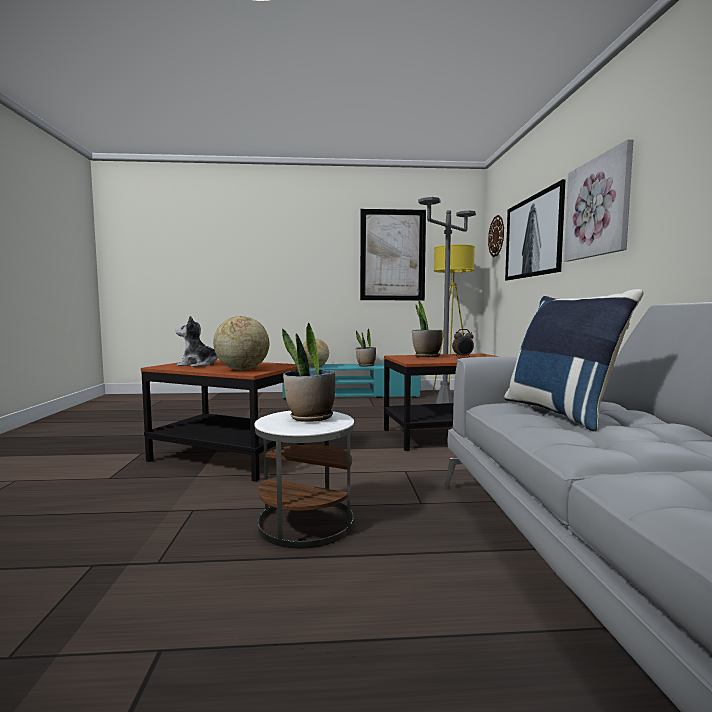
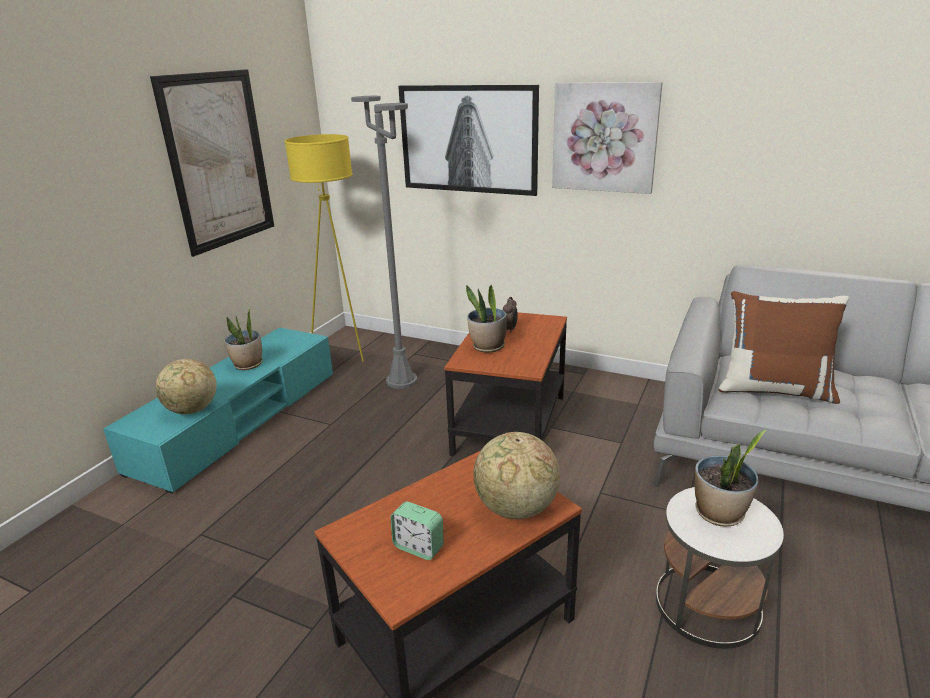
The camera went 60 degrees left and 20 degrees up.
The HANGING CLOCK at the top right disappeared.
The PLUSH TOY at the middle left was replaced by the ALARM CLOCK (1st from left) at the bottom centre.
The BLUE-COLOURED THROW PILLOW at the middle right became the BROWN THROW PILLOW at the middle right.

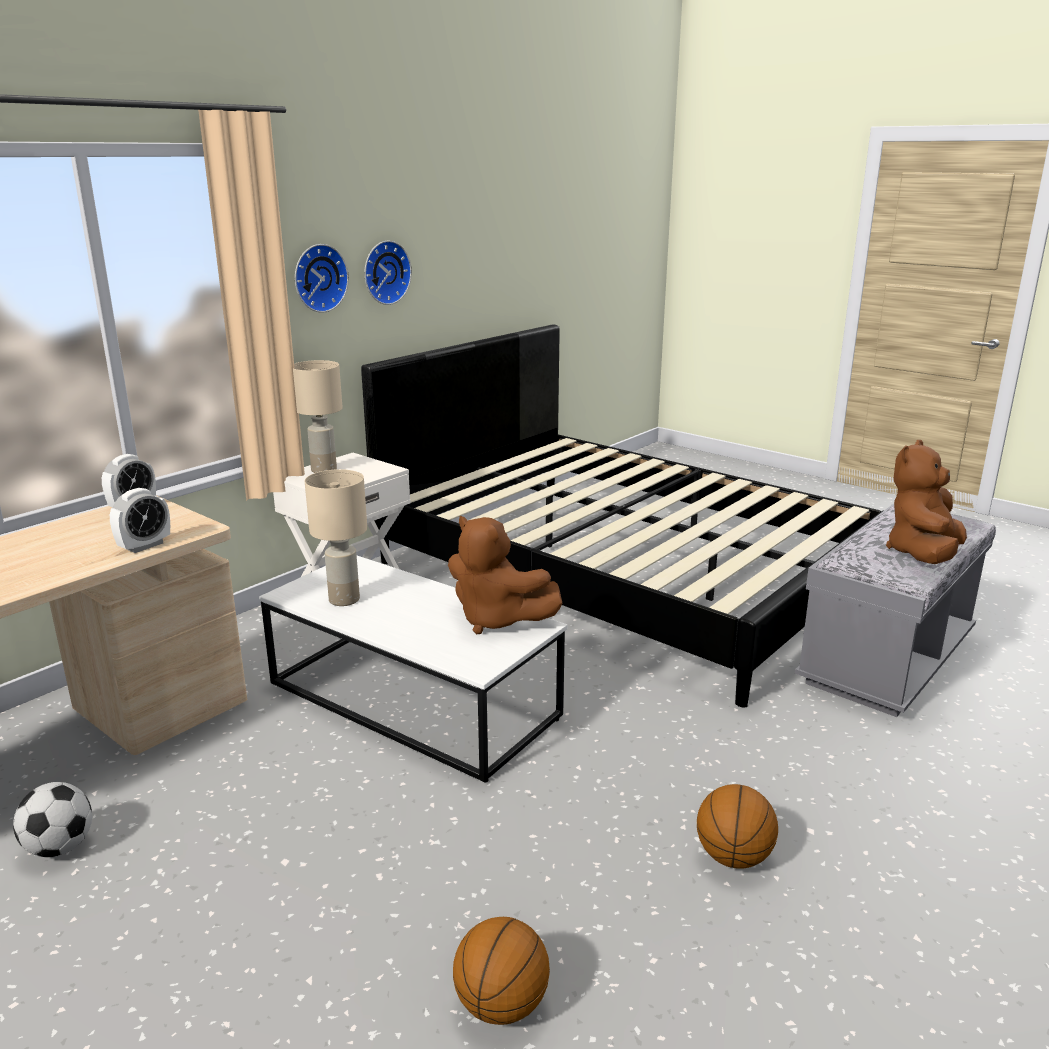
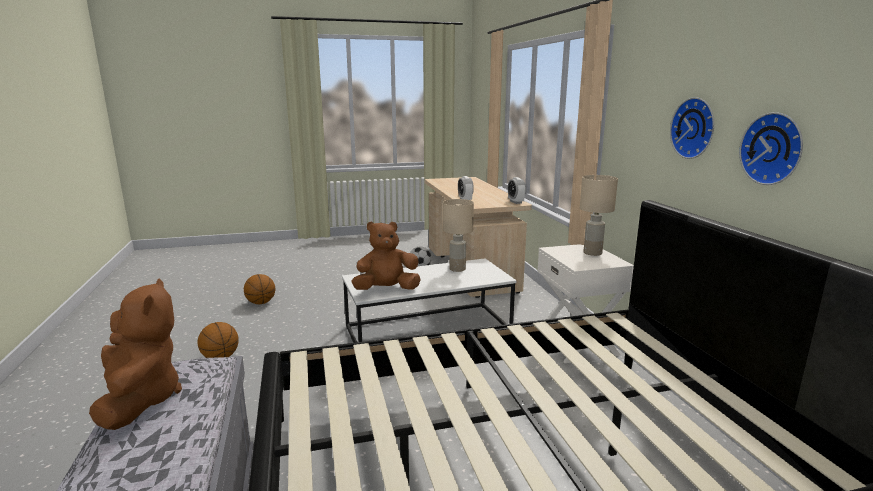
The camera went 125 degrees right and 5 degrees down.
The HANGING CLOCK (1st from left in the first image) moved from the top left to the top right.

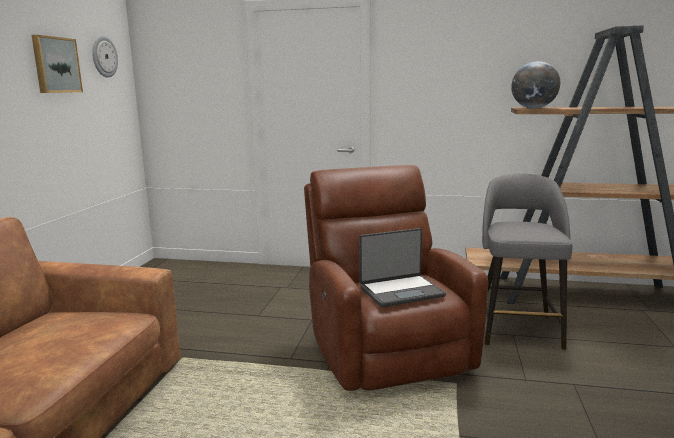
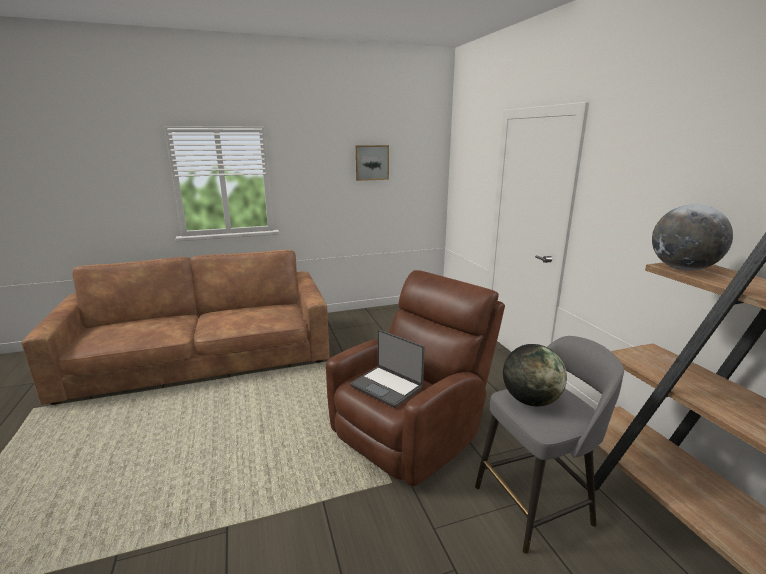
The camera went 60 degrees right and 5 degrees up.
The HANGING CLOCK at the top left disappeared.
The DESK GLOBE (1st from left) at the middle right appeared.

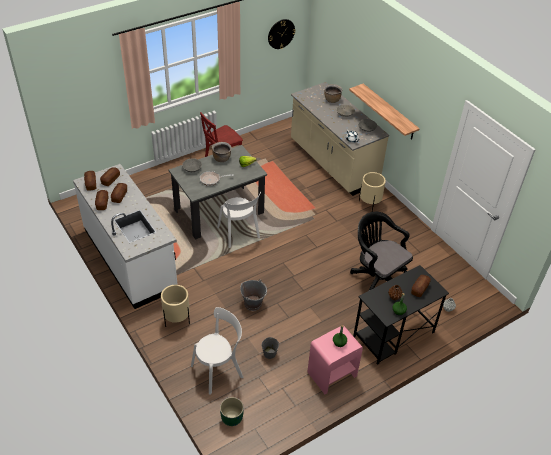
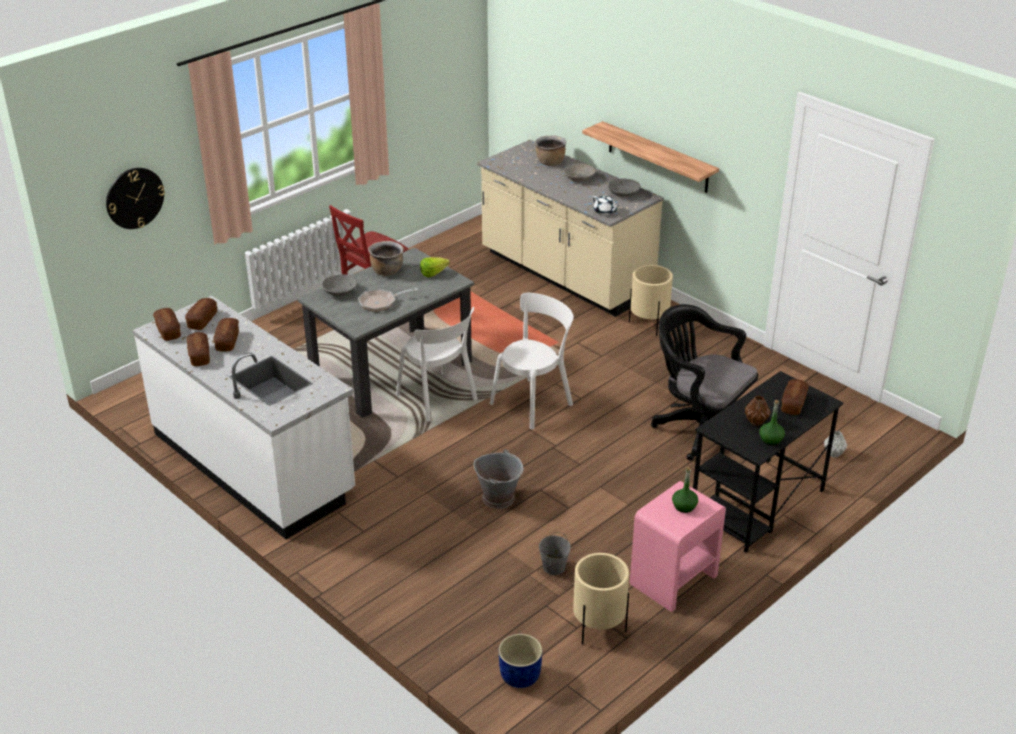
The camera went 10 degrees left and 10 degrees down.
The BEIGE-COLOURED PLANTER (1st from left) moved from the bottom left to the bottom centre.
The WHITE-COLOURED UPRIGHT CHAIR (1st from left in the first image) moved from the bottom centre to the centre.
The HANGING CLOCK moved from the top centre to the top left.
The GREEN-COLOURED PLANTER at the bottom centre became the BLUE-COLOURED PLANTER at the bottom centre.

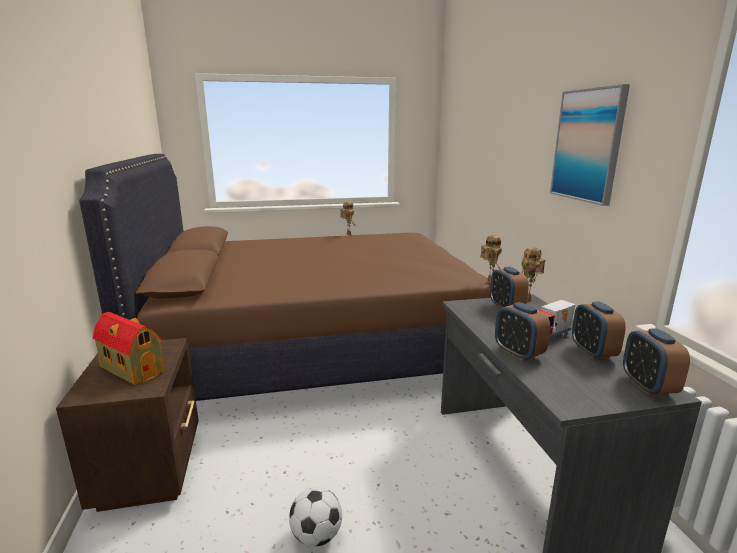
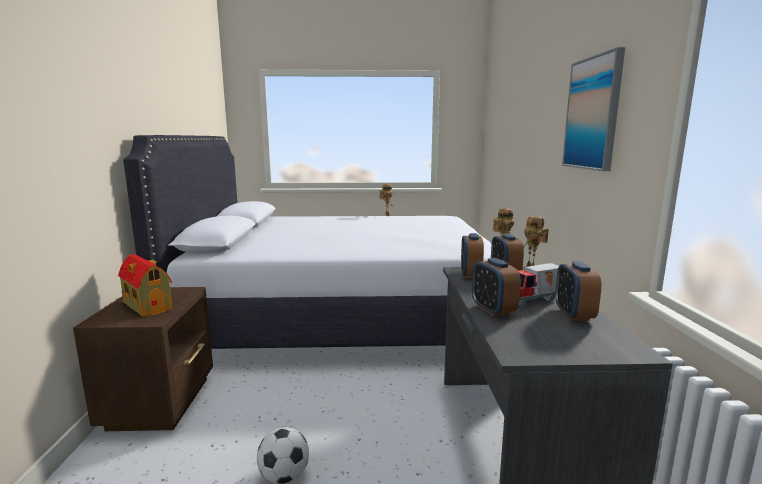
The camera went 10 degrees right and 5 degrees down.
The ALARM CLOCK (4th from left in the first image) moved from the middle right to the centre.
The BROWN BEDROOM BED at the centre became the WHITE-COLOURED BEDROOM BED at the centre.

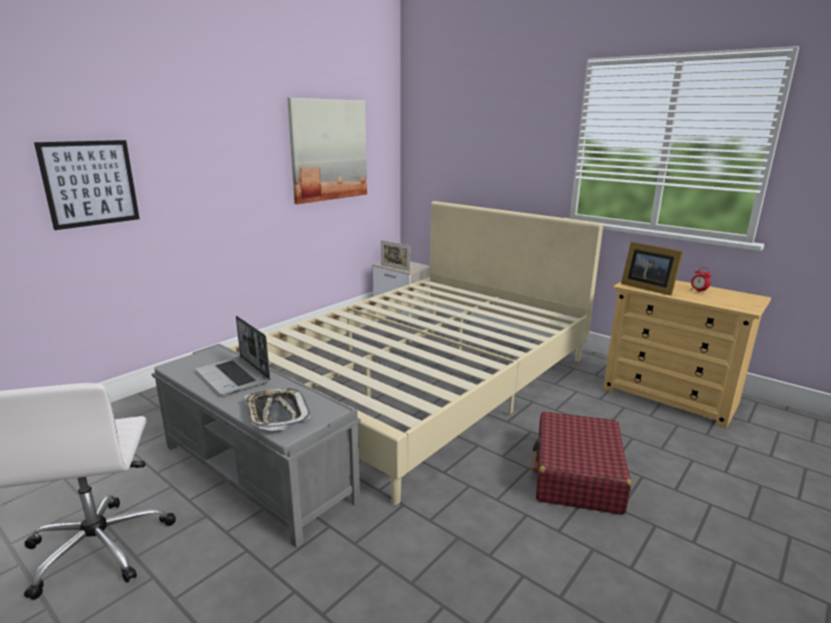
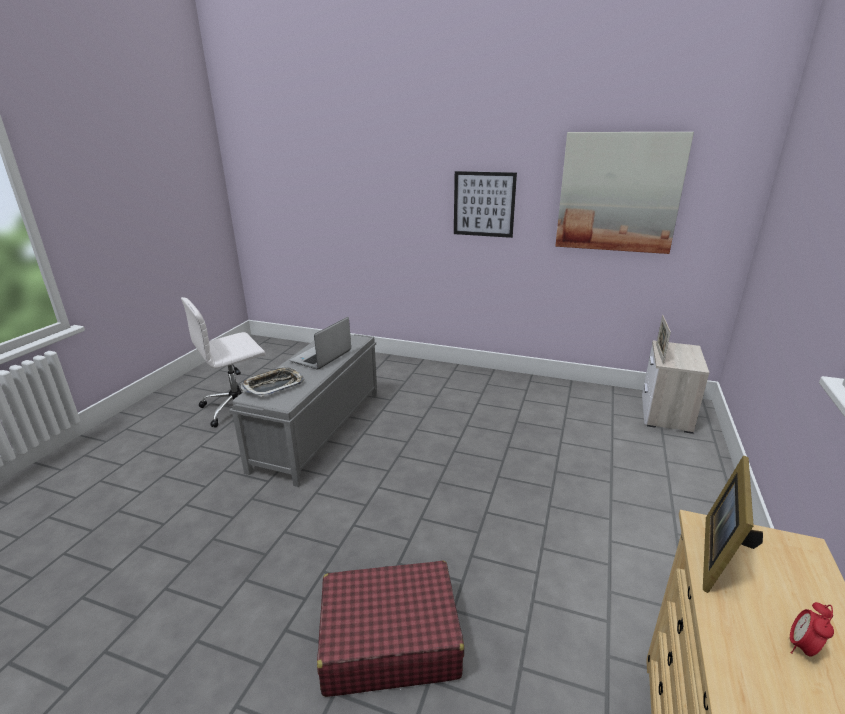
The camera went 70 degrees right and 5 degrees up.
The BEIGE-COLOURED BEDROOM BED at the centre disappeared.
The PICTURE (1st from left) moved from the top left to the top centre.

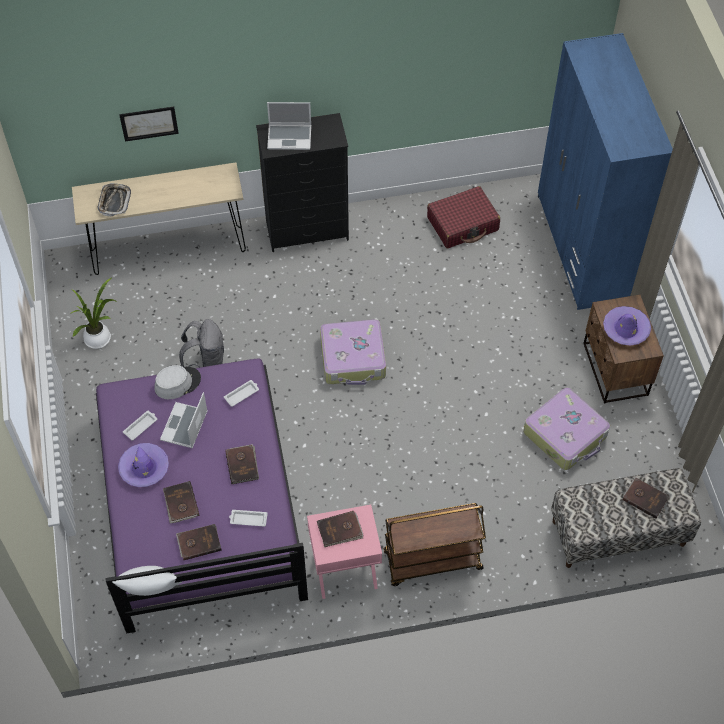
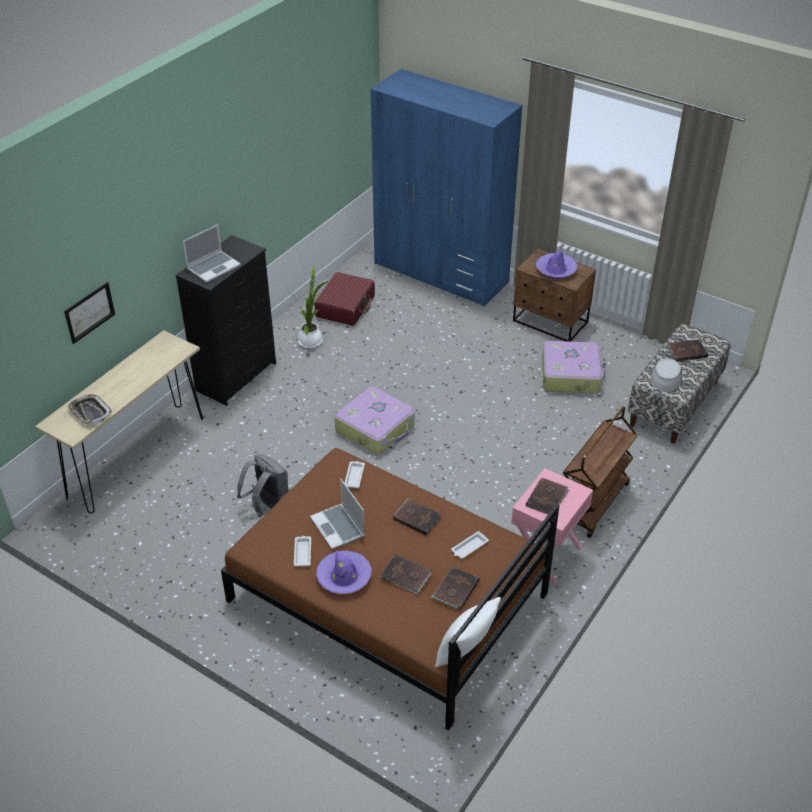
The camera went 45 degrees left and 15 degrees down.
The HOUSEPLANT moved from the middle left to the centre.
The GREYISH WEARABLE HAT moved from the middle left to the middle right.
The PURPLE BEDROOM BED at the bottom left became the BROWN BEDROOM BED at the bottom centre.

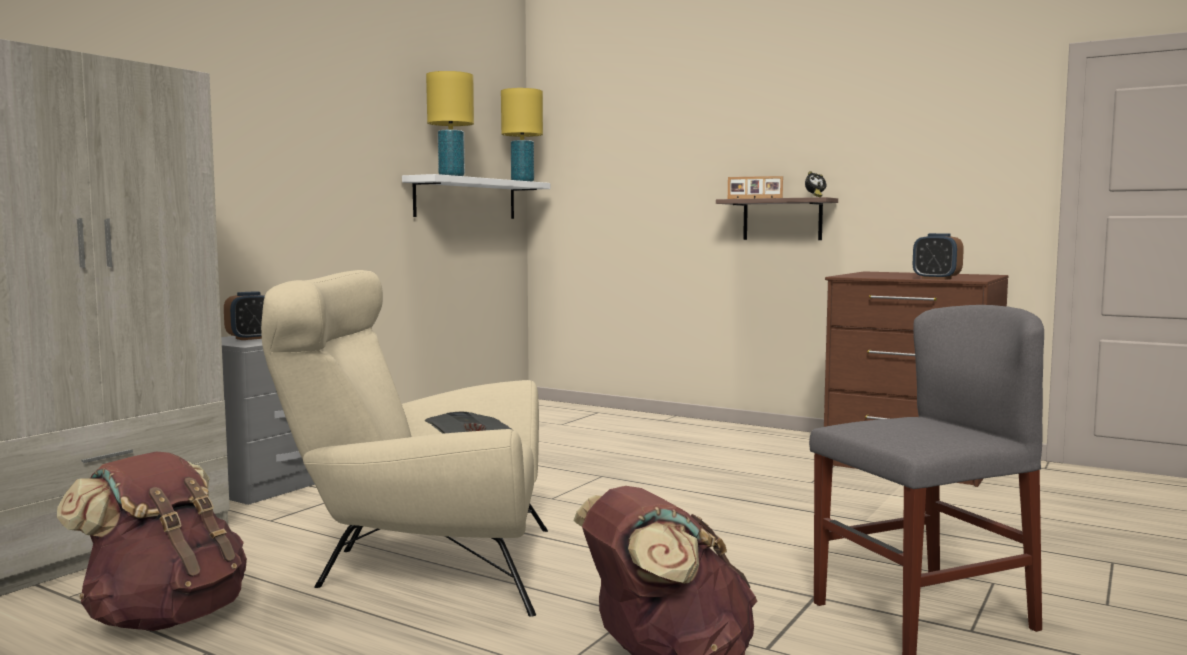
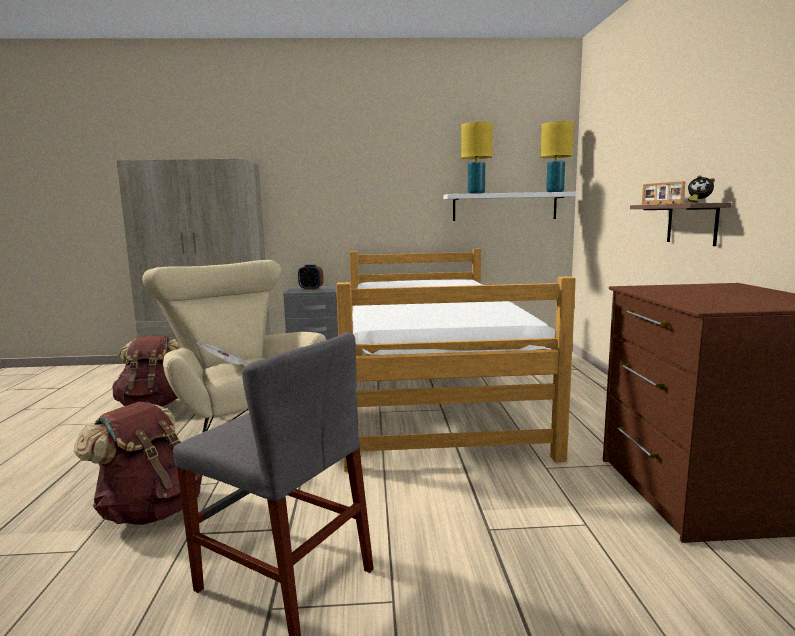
The camera went 55 degrees right and 5 degrees up.
The ALARM CLOCK (3rd from left) at the middle right disappeared.
The BEDROOM BED at the centre appeared.

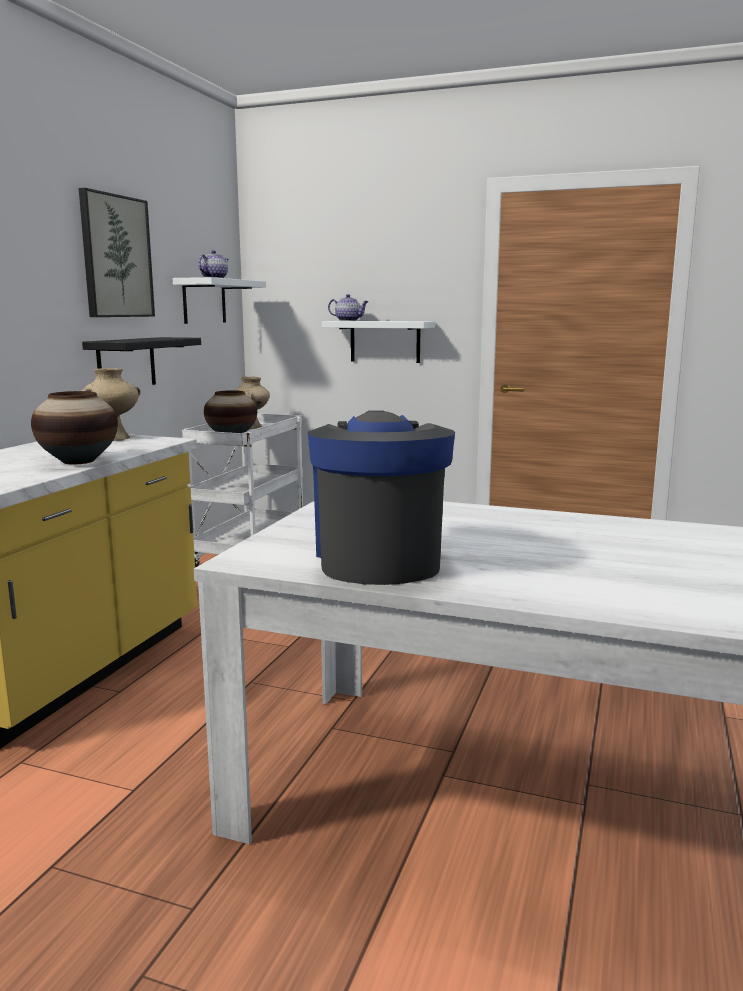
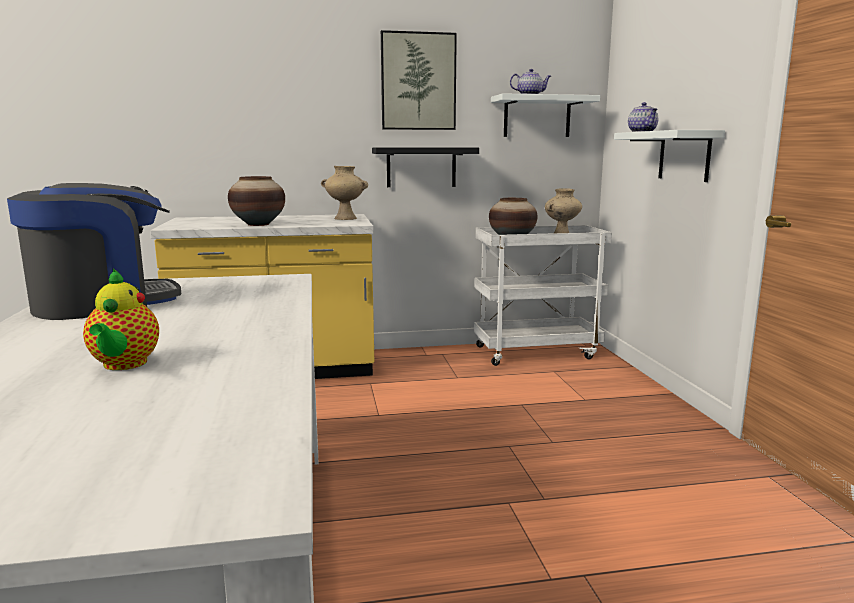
The camera went 60 degrees right and 0 degrees up.
The TEAPOT (1st from left) at the middle left appeared.

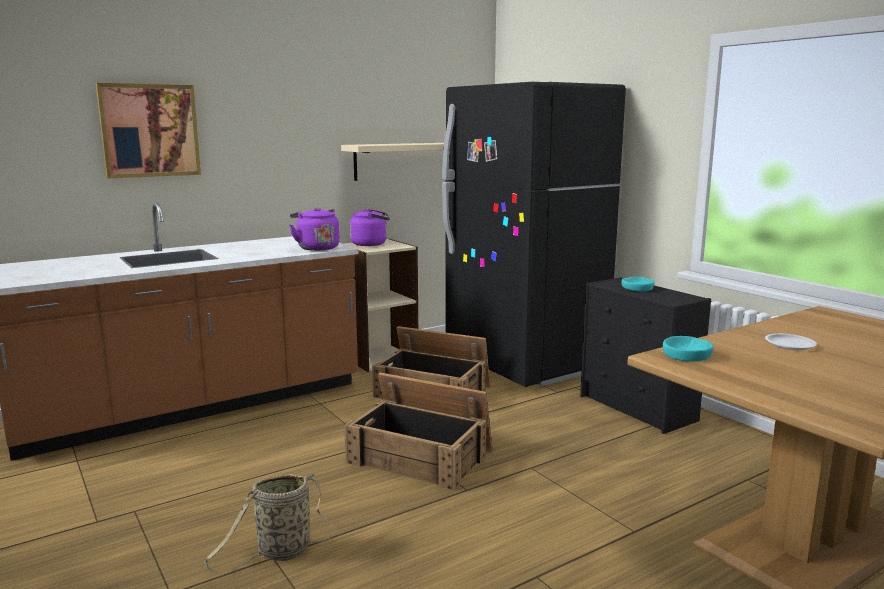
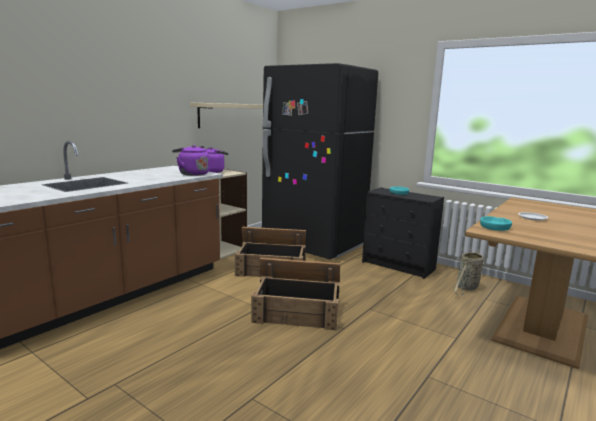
The camera went 20 degrees left and 0 degrees up.
The PICTURE at the top left disappeared.
The HOUSEHOLD BASKET moved from the bottom left to the middle right.

